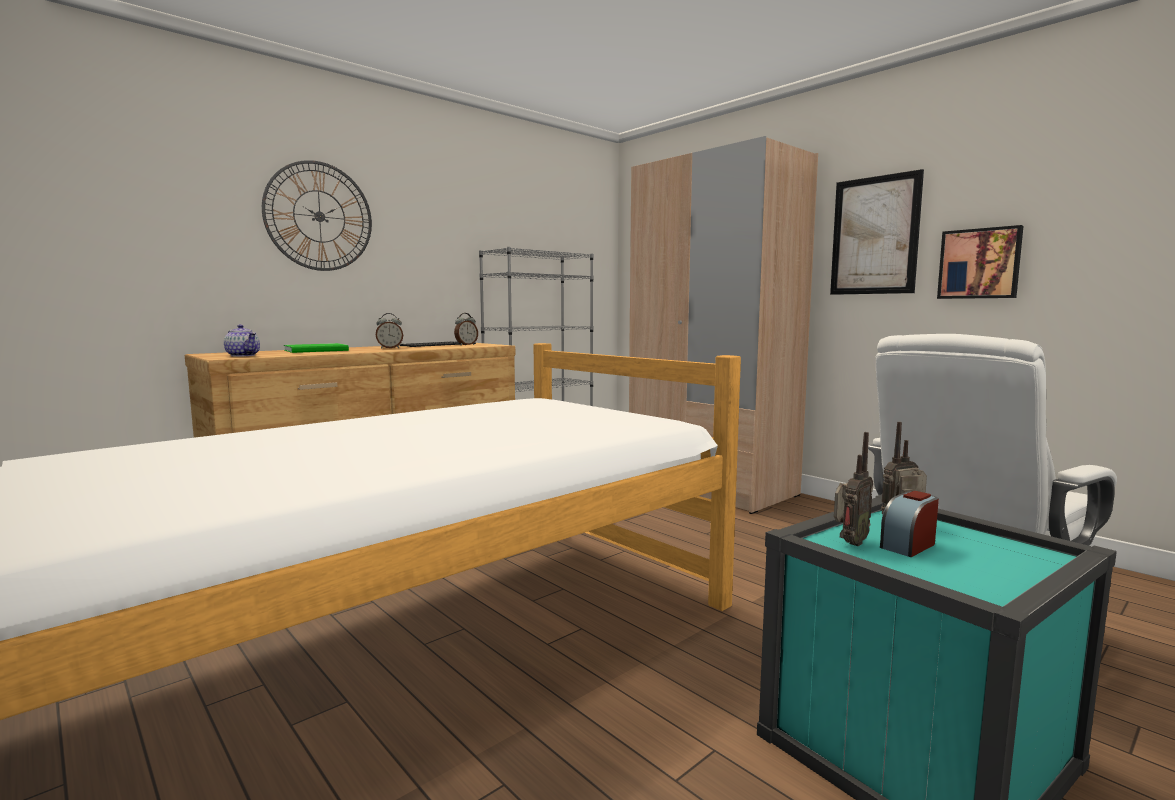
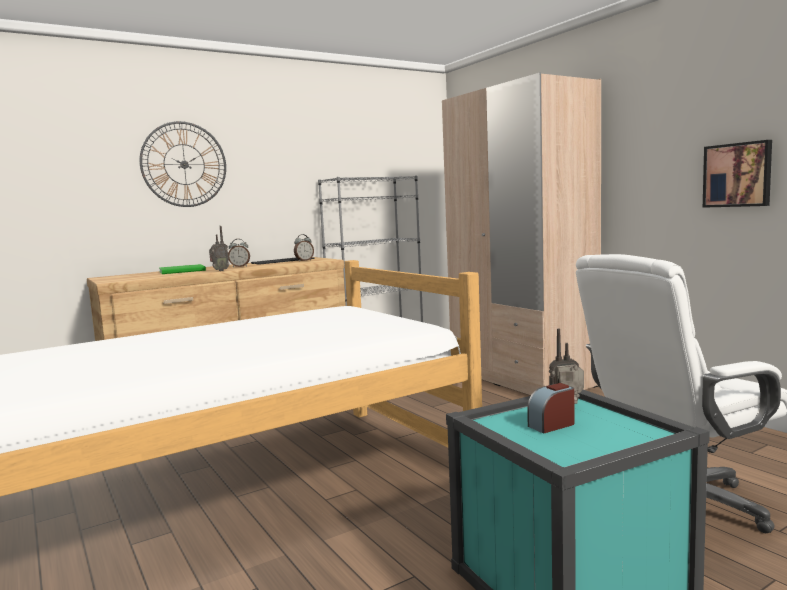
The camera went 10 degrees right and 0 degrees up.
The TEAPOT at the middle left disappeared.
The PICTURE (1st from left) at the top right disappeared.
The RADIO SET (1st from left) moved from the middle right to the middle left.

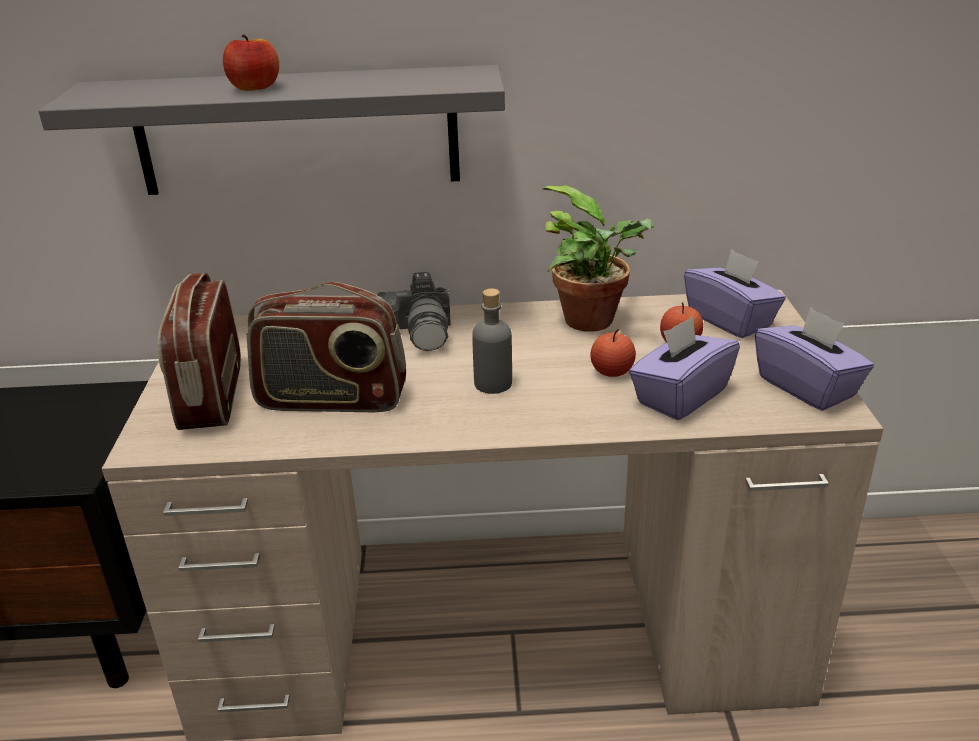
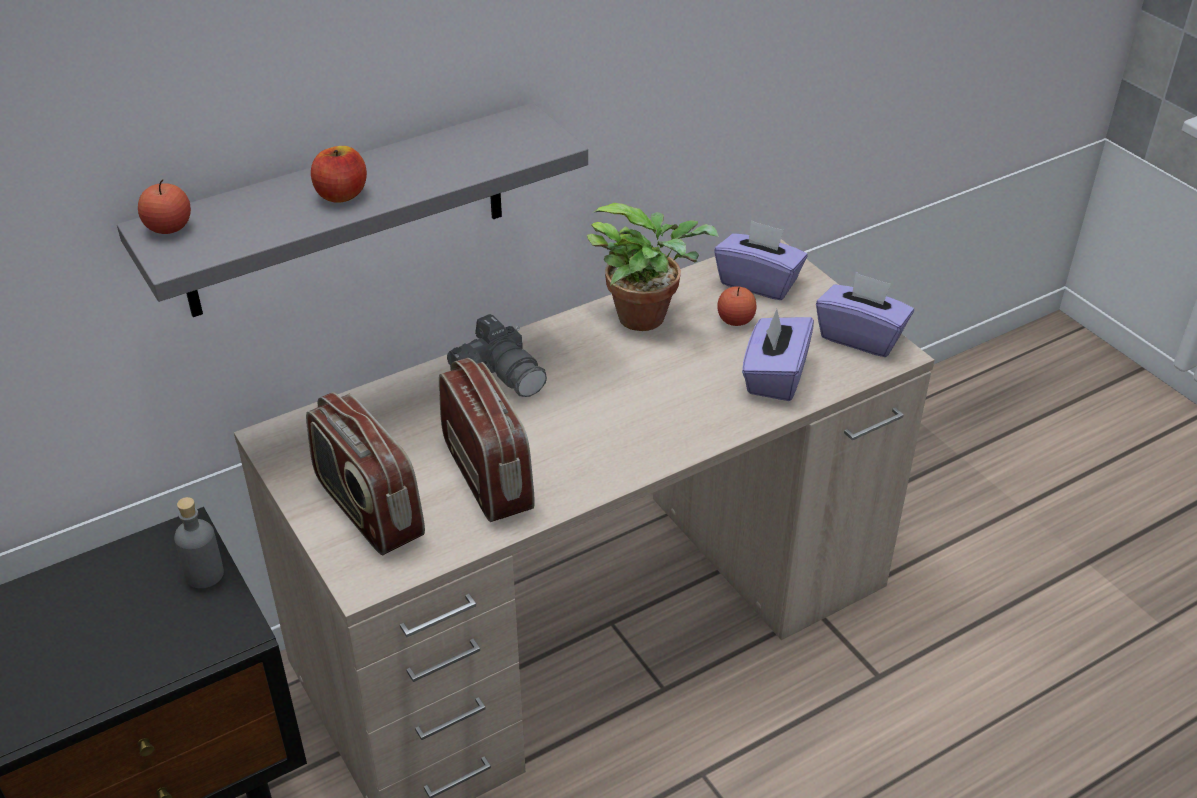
The camera went 30 degrees left and 10 degrees up.
The GREYISH BOTTLE moved from the centre to the bottom left.
The APPLE (2nd from left in the first image) moved from the centre to the top left.
The RADIO SET (2nd from left) at the middle left turned 90 degrees counterclockwise.

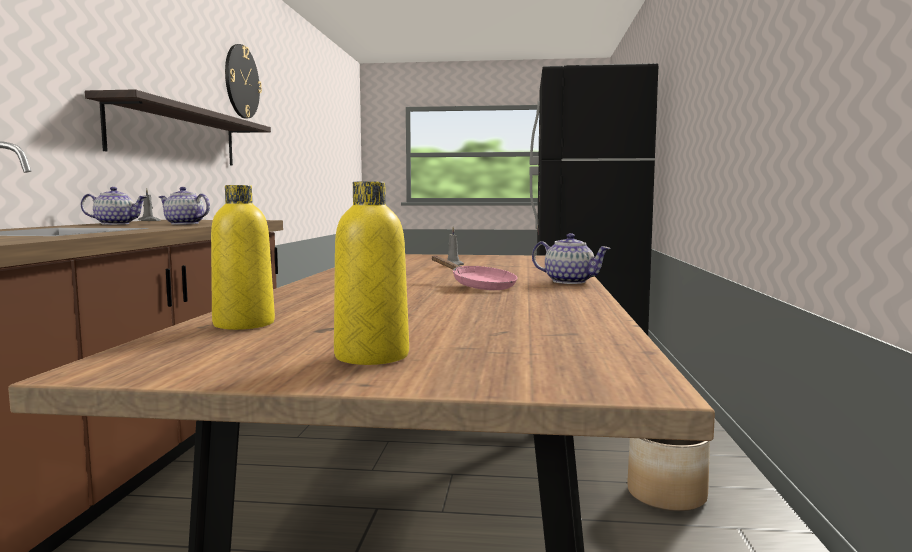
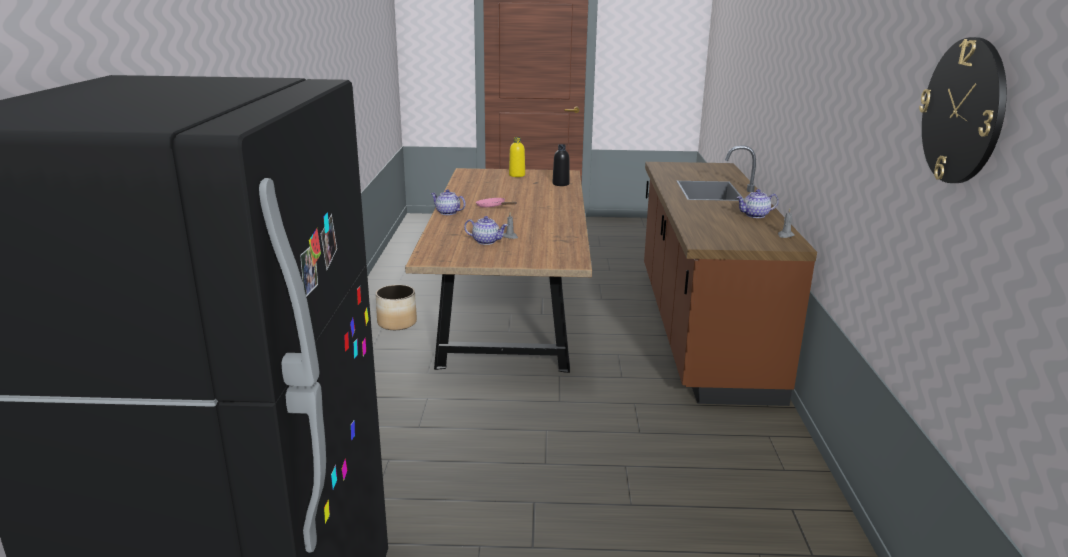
The camera went 175 degrees right and 15 degrees up.
The WALL SHELF at the top left disappeared.
The TEAPOT (2nd from left) moved from the middle left to the centre.
The YELLOWISH BOTTLE (1st from left) at the middle left became the BLACK-COLOURED BOTTLE at the top centre.

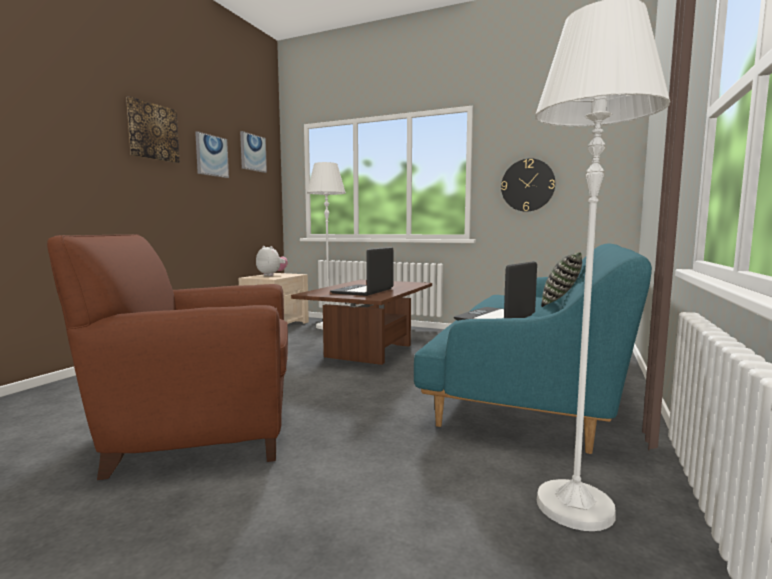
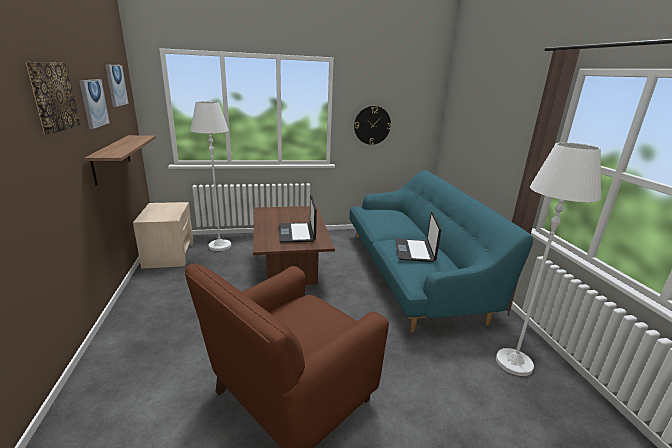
The camera went 35 degrees left and 15 degrees up.
The PLUSH TOY at the centre disappeared.
The THROW PILLOW at the middle right disappeared.
The WALL SHELF at the middle left appeared.

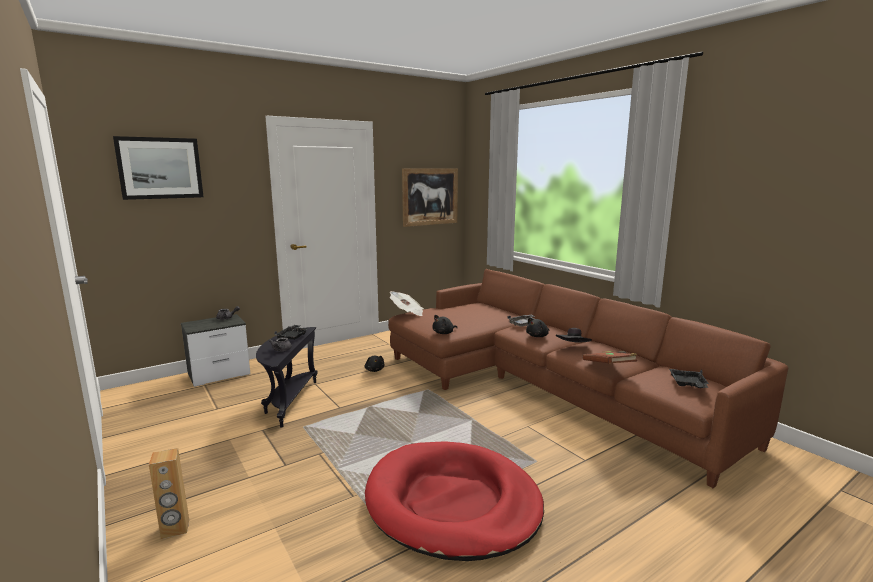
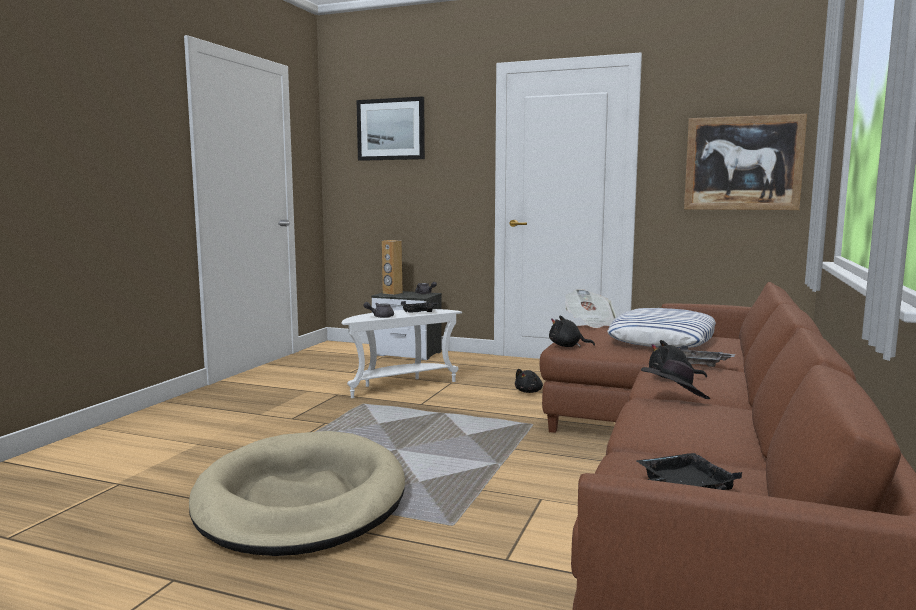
The camera went 55 degrees right and 5 degrees down.
The BROWN VOLUME at the middle right disappeared.
The THROW PILLOW at the middle right appeared.
The BROWN AUDIO SPEAKER moved from the bottom left to the centre.
The BLACK-COLOURED END TABLE at the middle left became the WHITE-COLOURED END TABLE at the centre.
The REDDISH PET BED at the bottom centre became the BEIGE-COLOURED PET BED at the bottom left.

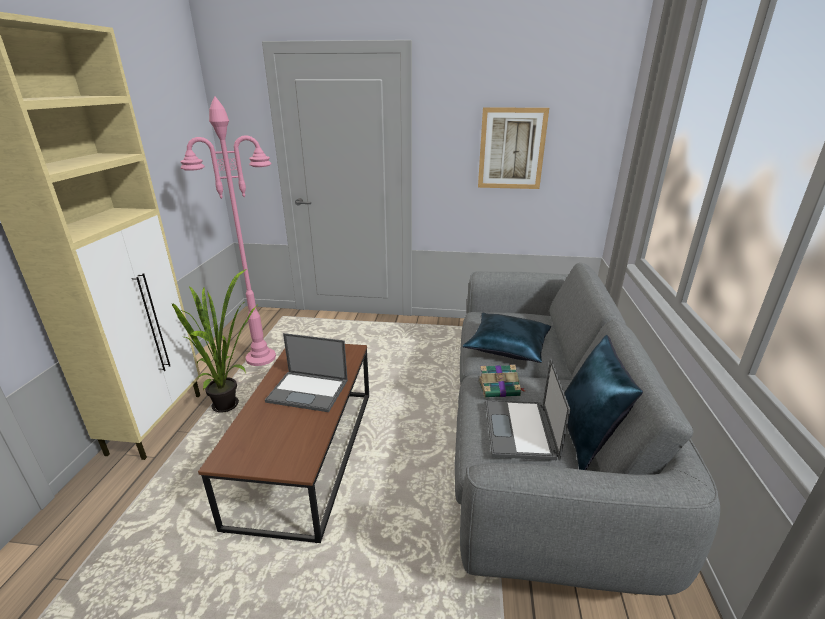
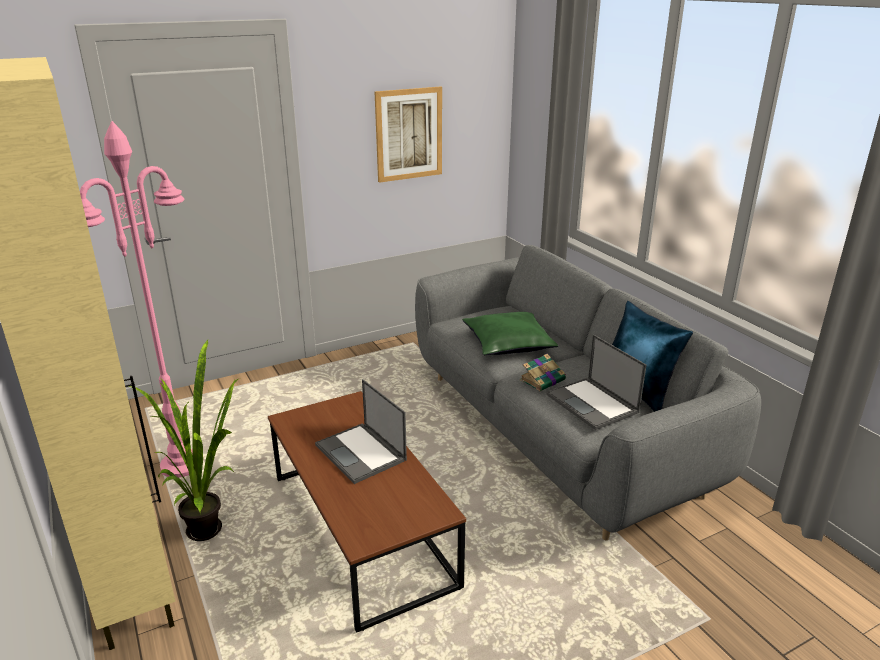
The camera went 35 degrees left and 0 degrees up.
The BLUE-COLOURED THROW PILLOW (1st from left) at the centre became the GREEN-COLOURED THROW PILLOW at the centre.
The LAPTOP (1st from left) at the centre turned 75 degrees clockwise.

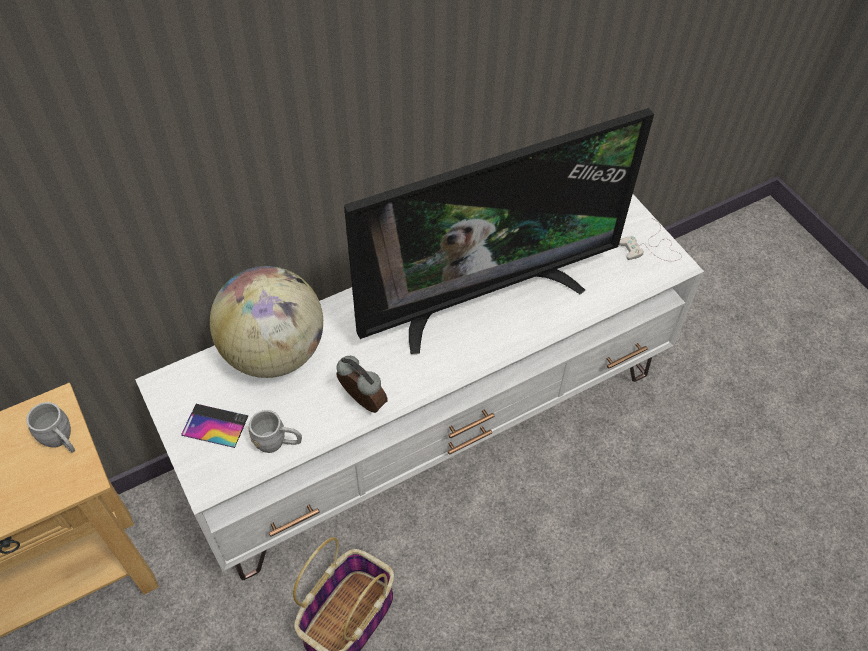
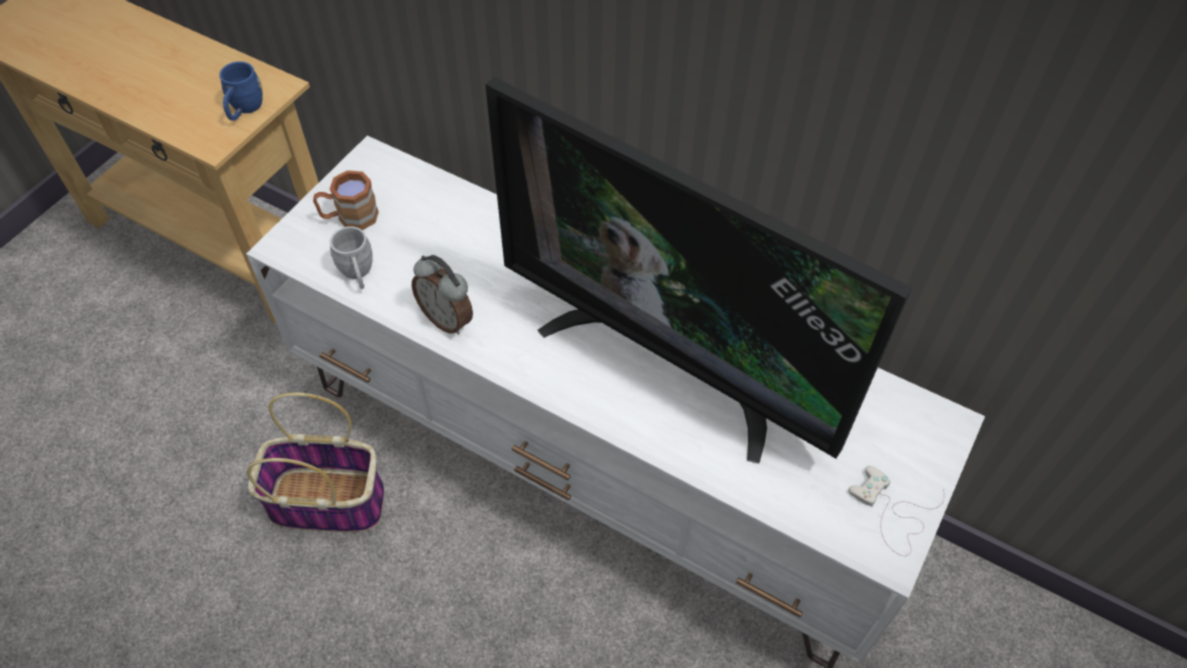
The camera went 60 degrees right and 0 degrees up.
The DESK GLOBE at the middle left disappeared.
The TELEPHONE at the middle left was replaced by the BROWN MUG at the top left.
The GREYISH MUG (1st from left) at the middle left became the BLUE-COLOURED MUG at the top left.
The ALARM CLOCK at the centre turned 120 degrees clockwise.

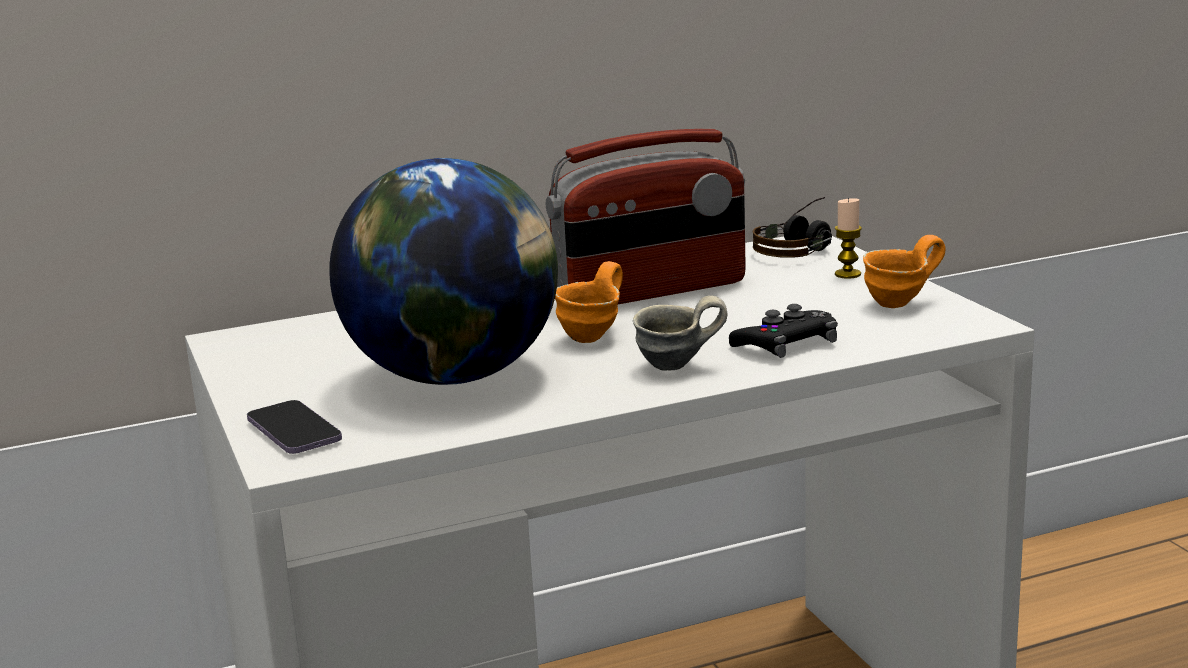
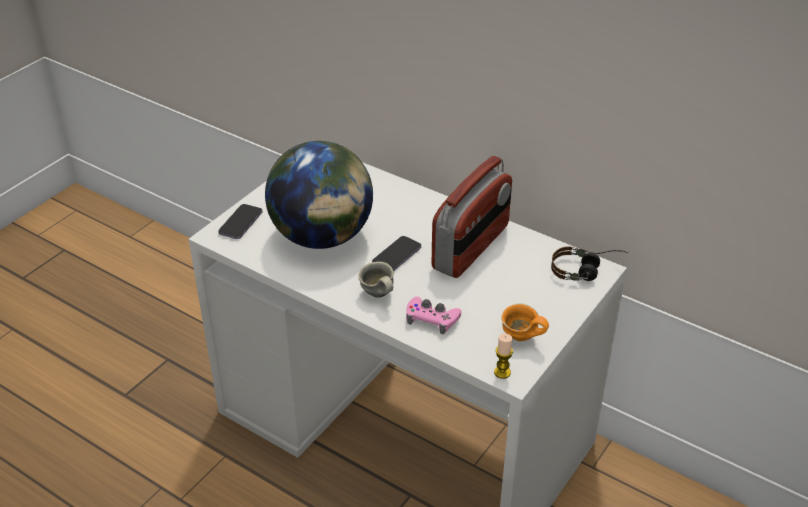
The camera went 55 degrees right and 20 degrees up.
The CANDLE moved from the middle right to the bottom centre.
The ORANGEY MUG (1st from left) at the centre was replaced by the TELEPHONE (2nd from left) at the centre.
The BLACK-COLOURED GAMEPAD at the centre became the PINK-COLOURED GAMEPAD at the centre.
The RADIO SET at the top centre turned 90 degrees counterclockwise.

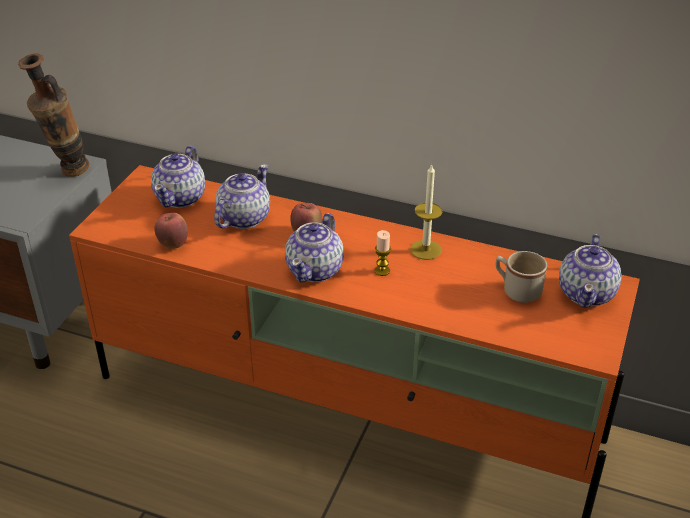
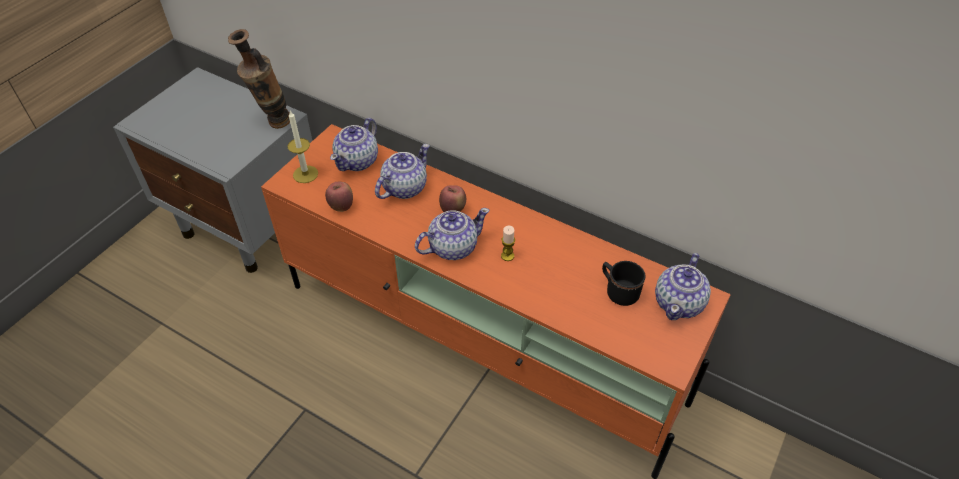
The camera went 10 degrees right and 10 degrees up.
The CANDLE (2nd from left in the first image) moved from the centre to the top left.
The BEIGE-COLOURED MUG at the middle right became the BLACK-COLOURED MUG at the centre.
The TEAPOT (3rd from left) at the centre turned 150 degrees counterclockwise.

